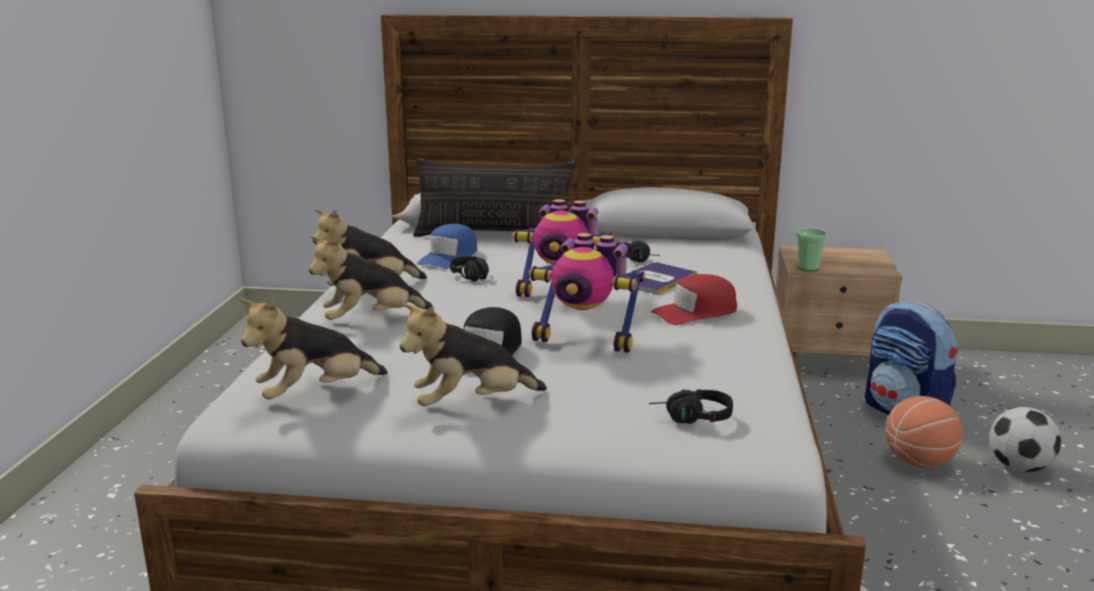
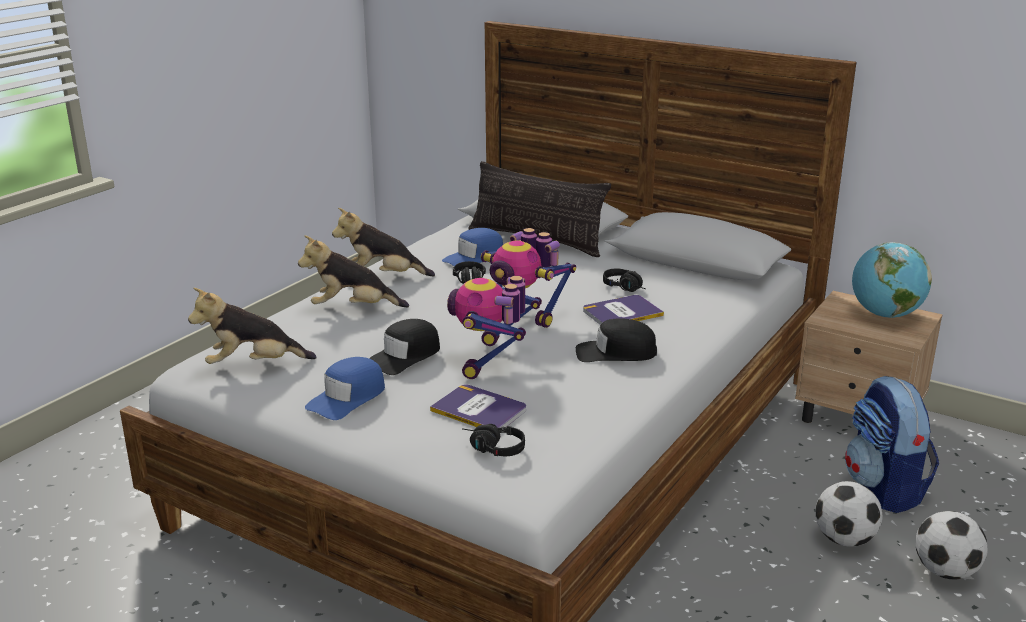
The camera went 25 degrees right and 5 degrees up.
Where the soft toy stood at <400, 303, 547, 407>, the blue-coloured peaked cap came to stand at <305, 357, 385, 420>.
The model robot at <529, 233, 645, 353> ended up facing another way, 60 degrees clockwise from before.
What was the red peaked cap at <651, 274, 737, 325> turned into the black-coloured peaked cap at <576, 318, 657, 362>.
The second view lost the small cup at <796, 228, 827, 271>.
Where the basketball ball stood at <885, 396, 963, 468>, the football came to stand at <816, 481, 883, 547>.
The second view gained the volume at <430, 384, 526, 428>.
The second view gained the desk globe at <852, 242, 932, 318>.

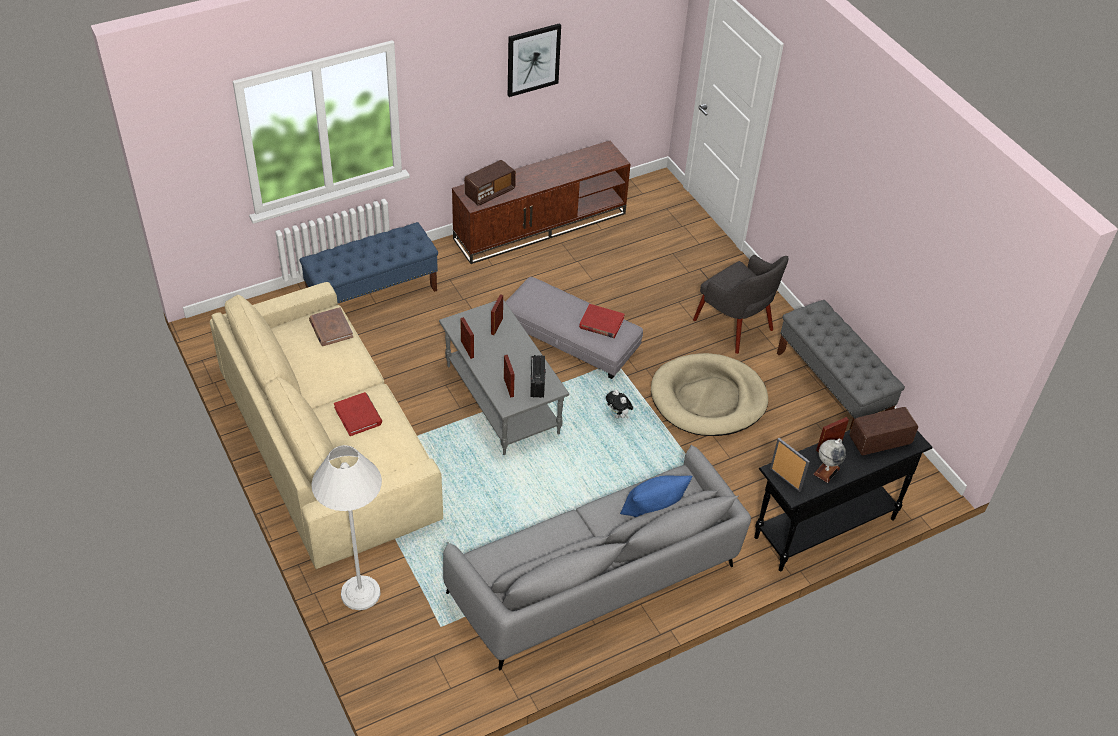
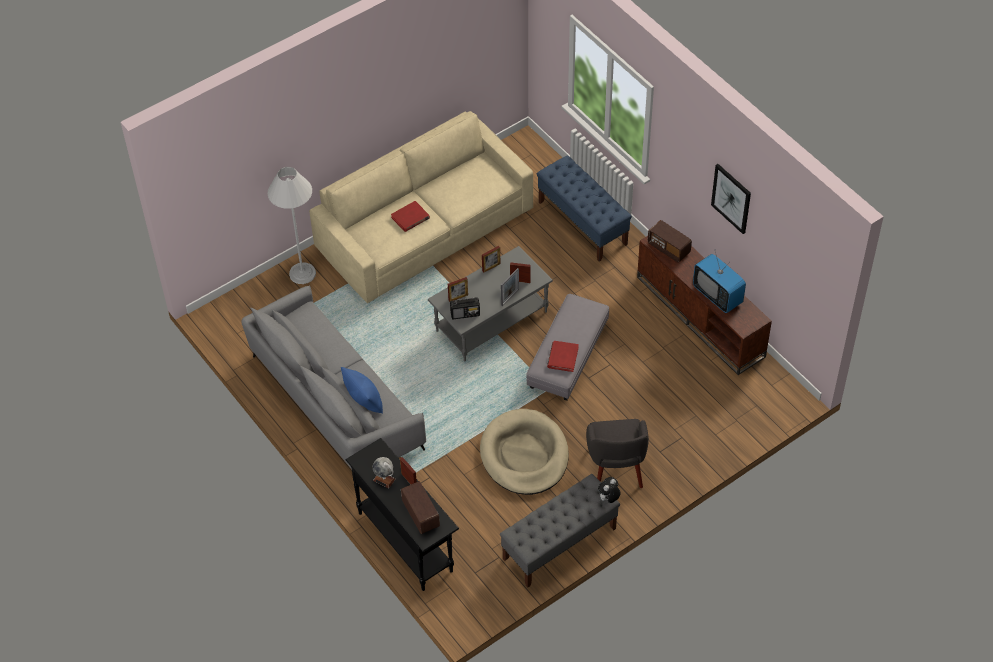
The camera went 85 degrees right and 5 degrees up.
The second view lost the brown volume at <309, 307, 353, 346>.
The soft toy ended up elsewhere, having gone from <606, 390, 633, 419> to <598, 477, 620, 503>.
The greyish lounge chair at <693, 255, 789, 354> ended up facing another way, 45 degrees counterclockwise from before.
The picture frame ended up elsewhere, having gone from <770, 438, 810, 492> to <501, 268, 519, 306>.
The second view gained the television at <693, 249, 746, 313>.

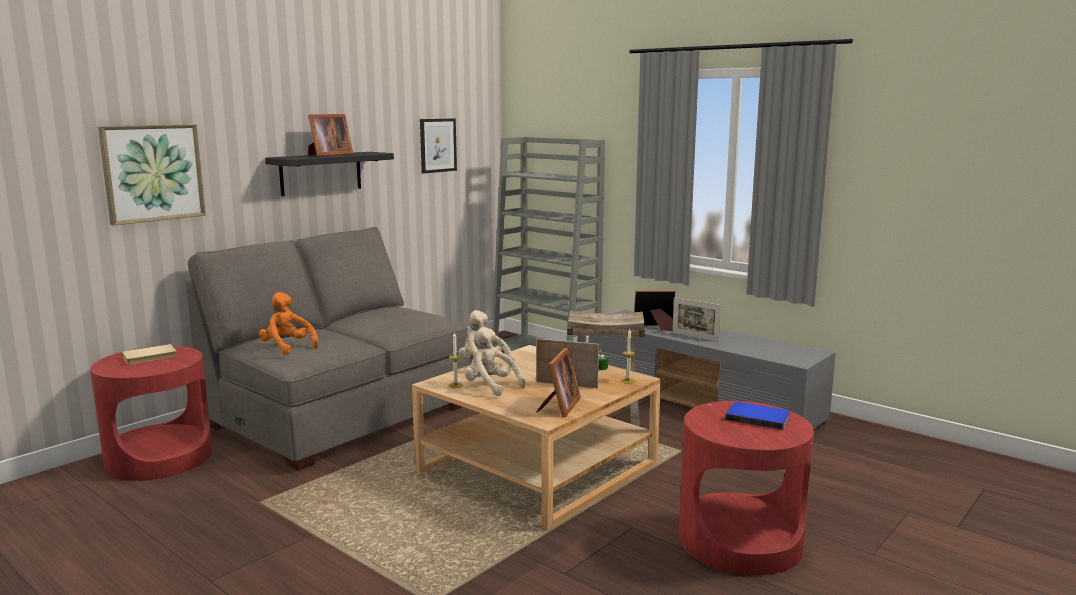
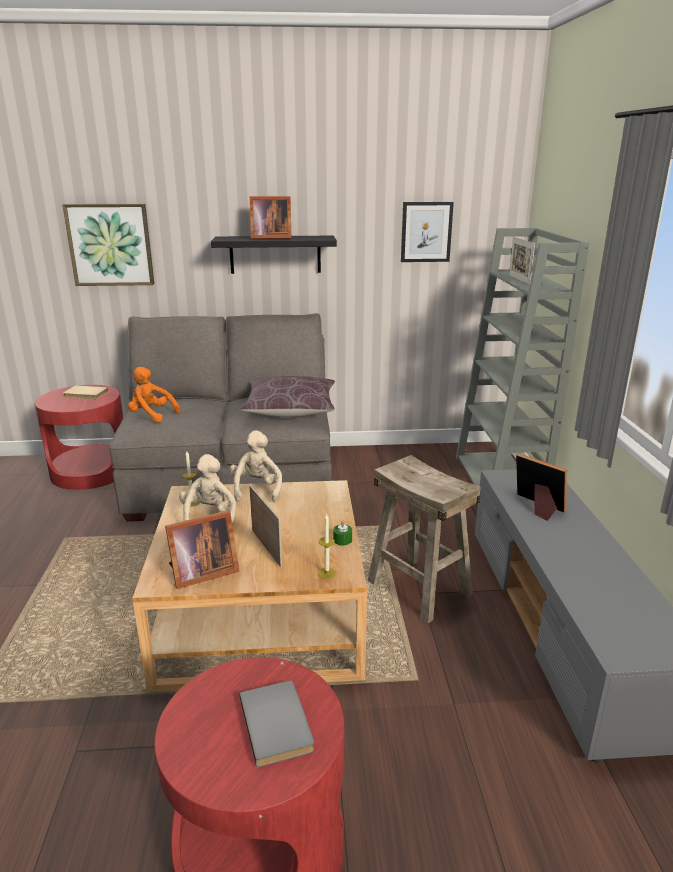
The camera went 45 degrees right and 10 degrees up.
The orange-coloured soft toy at <259, 292, 319, 355> ended up facing another way, 60 degrees counterclockwise from before.
The picture frame ended up elsewhere, having gone from <672, 297, 721, 342> to <509, 237, 535, 285>.
What was the blue-coloured volume at <725, 402, 790, 430> turned into the greyish volume at <239, 680, 314, 768>.
The second view gained the brown throw pillow at <239, 376, 335, 417>.

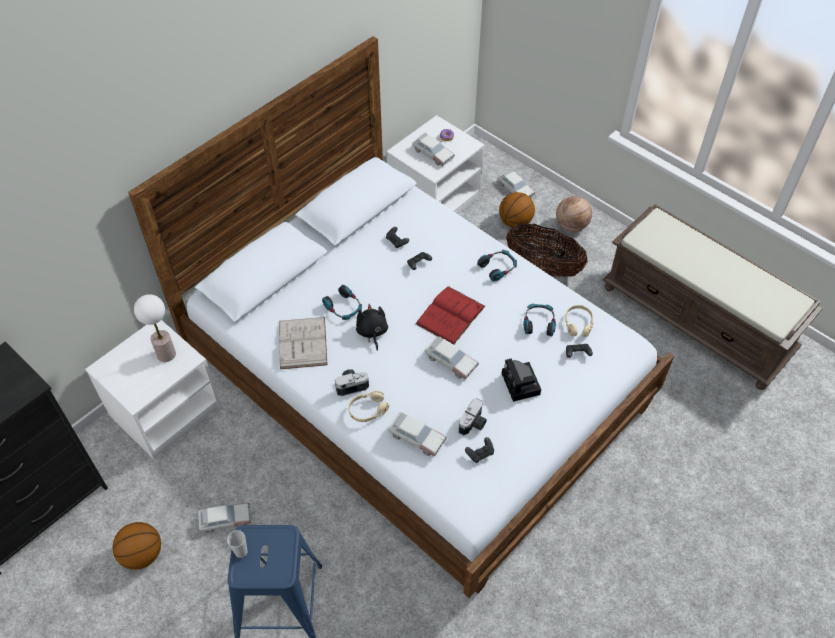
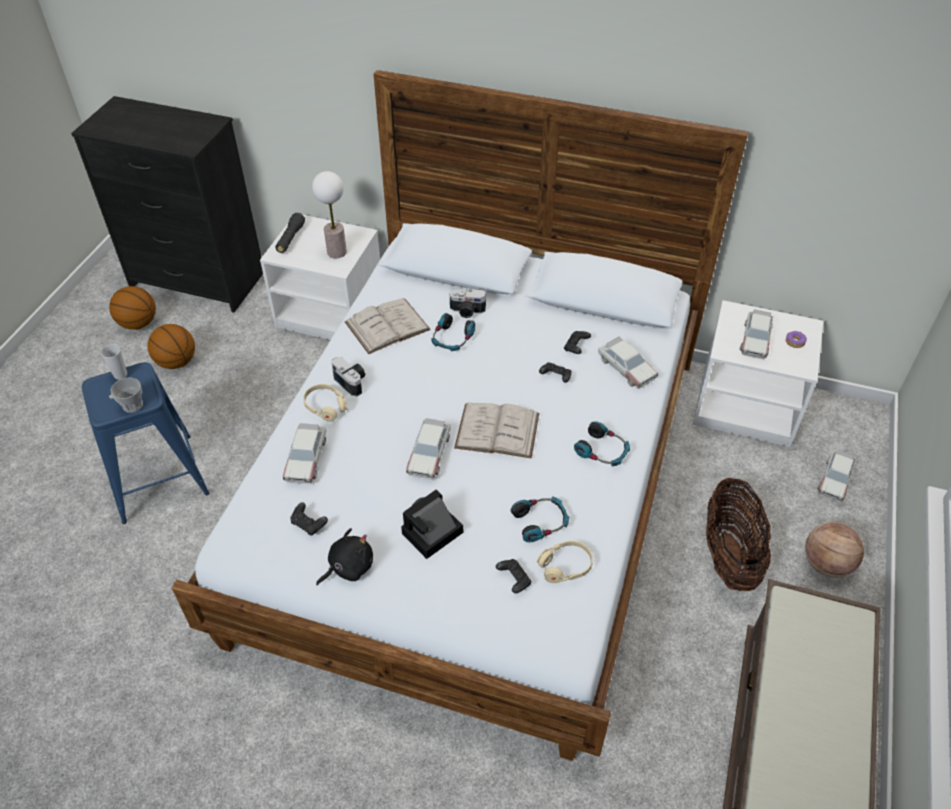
The camera went 65 degrees right and 5 degrees down.
The miniature car ended up elsewhere, having gone from <198, 503, 251, 533> to <598, 336, 658, 389>.
The black-coloured soft toy ended up elsewhere, having gone from <356, 304, 388, 351> to <316, 528, 373, 585>.
What was the red volume at <415, 286, 486, 345> turned into the white volume at <454, 403, 539, 459>.
The photo camera ended up elsewhere, having gone from <459, 398, 487, 436> to <450, 289, 486, 318>.
The basketball ball ended up elsewhere, having gone from <499, 192, 535, 227> to <109, 286, 156, 330>.
The second view gained the small cup at <110, 377, 143, 413>.
The second view gained the black-coloured hand torch at <276, 213, 305, 253>.

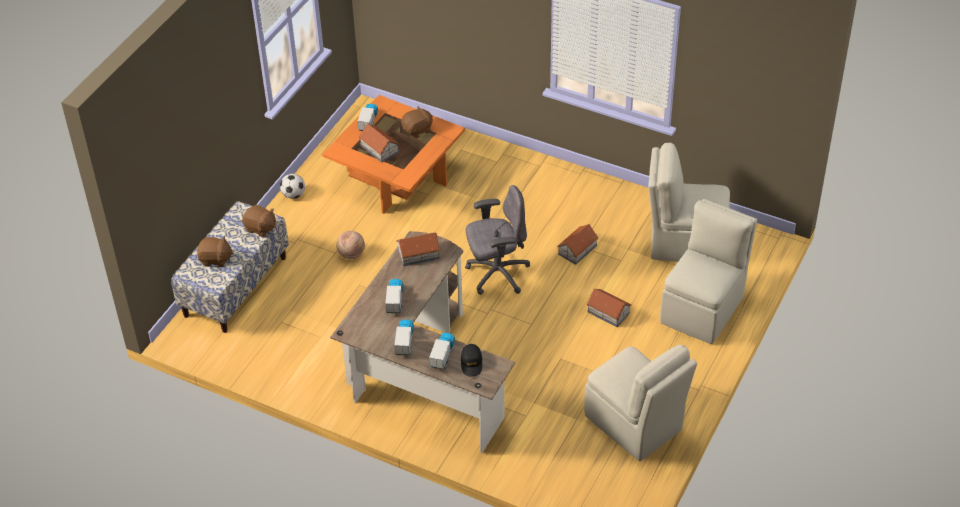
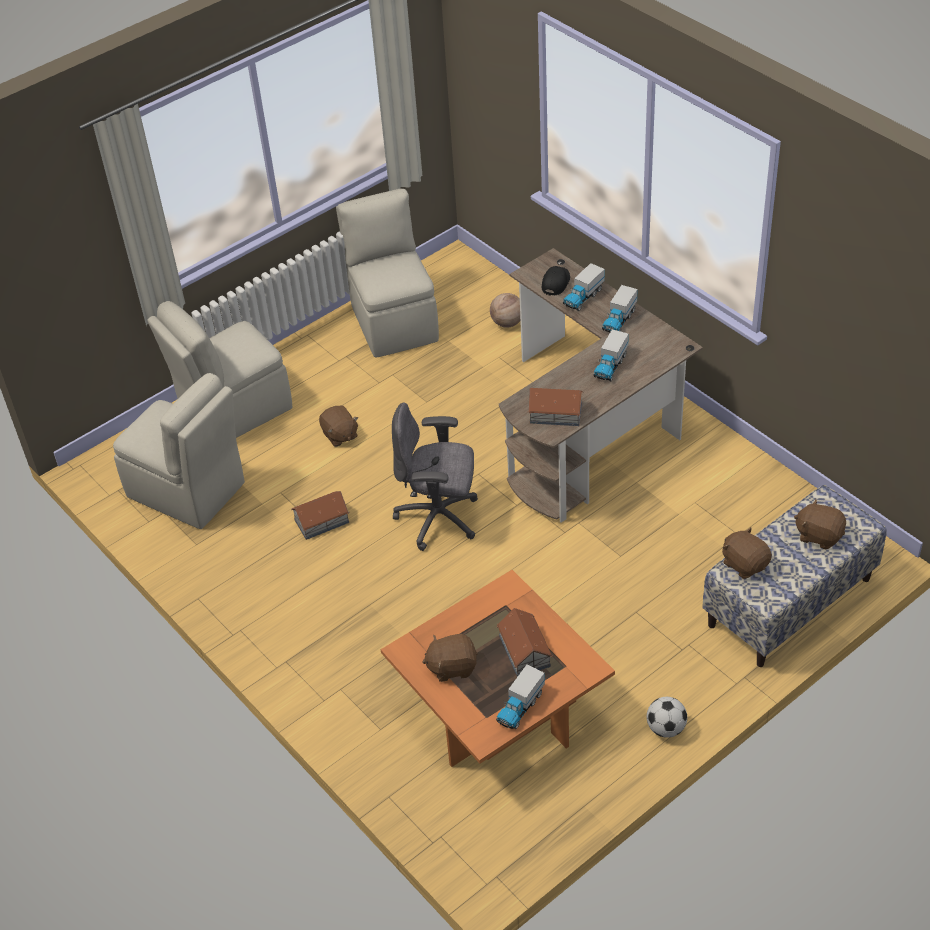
The camera went 155 degrees left and 0 degrees up.
The basketball ball ended up elsewhere, having gone from <336, 231, 365, 259> to <490, 293, 520, 328>.
Where the model house stood at <586, 289, 632, 327>, the brown soft toy came to stand at <319, 406, 358, 447>.

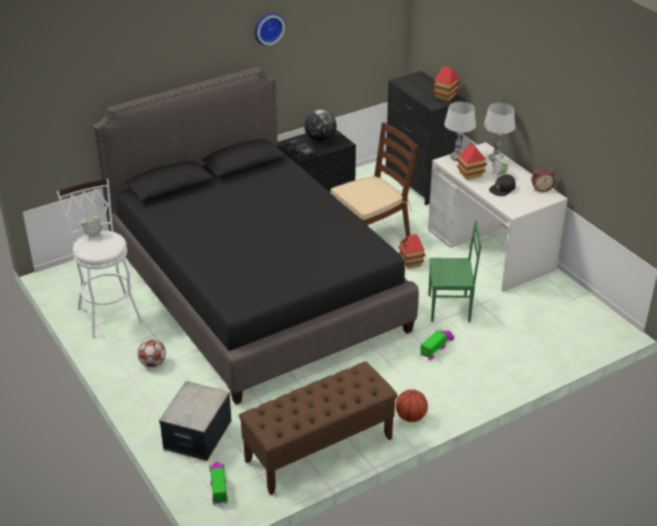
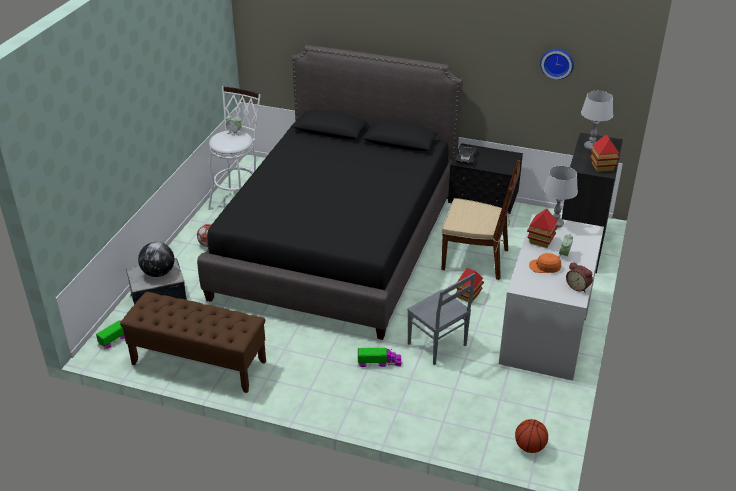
The camera went 50 degrees right and 0 degrees up.
The clock on the wall ended up elsewhere, having gone from <255, 13, 285, 46> to <540, 49, 574, 80>.
The desk globe ended up elsewhere, having gone from <304, 110, 337, 142> to <138, 242, 174, 277>.
The basketball ball ended up elsewhere, having gone from <396, 389, 428, 422> to <515, 419, 548, 453>.
What was the greenish upright chair at <428, 220, 481, 322> turned into the greyish upright chair at <407, 273, 475, 365>.
The greyish lamp for a table ended up elsewhere, having gone from <484, 103, 516, 162> to <581, 91, 613, 150>.
What was the black-coloured peaked cap at <489, 175, 516, 196> turned into the orange-coloured peaked cap at <529, 253, 561, 273>.

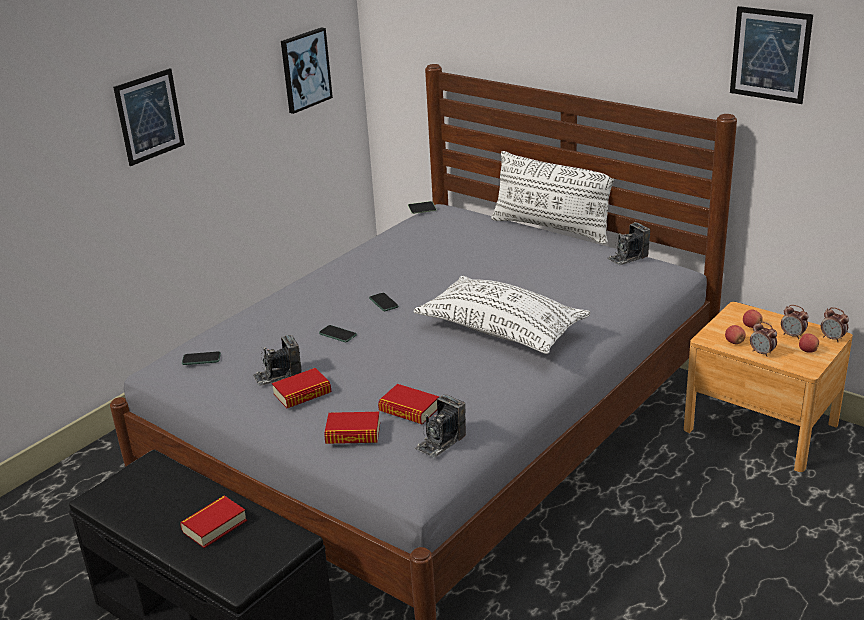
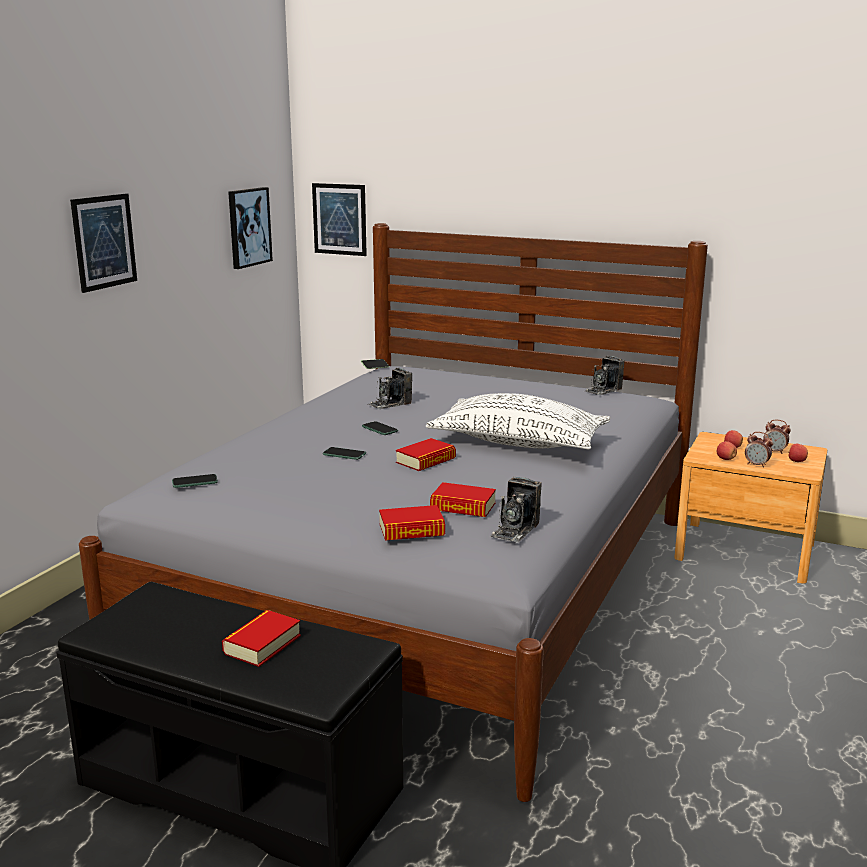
The camera went 15 degrees left and 10 degrees down.
The photo camera ended up elsewhere, having gone from <253, 335, 301, 386> to <367, 368, 412, 409>.
The volume ended up elsewhere, having gone from <272, 368, 331, 408> to <396, 438, 456, 471>.
The second view lost the white throw pillow at <491, 151, 615, 244>.
The wall art ended up elsewhere, having gone from <730, 6, 813, 104> to <312, 183, 367, 256>.
The second view lost the table clock at <821, 307, 849, 342>.

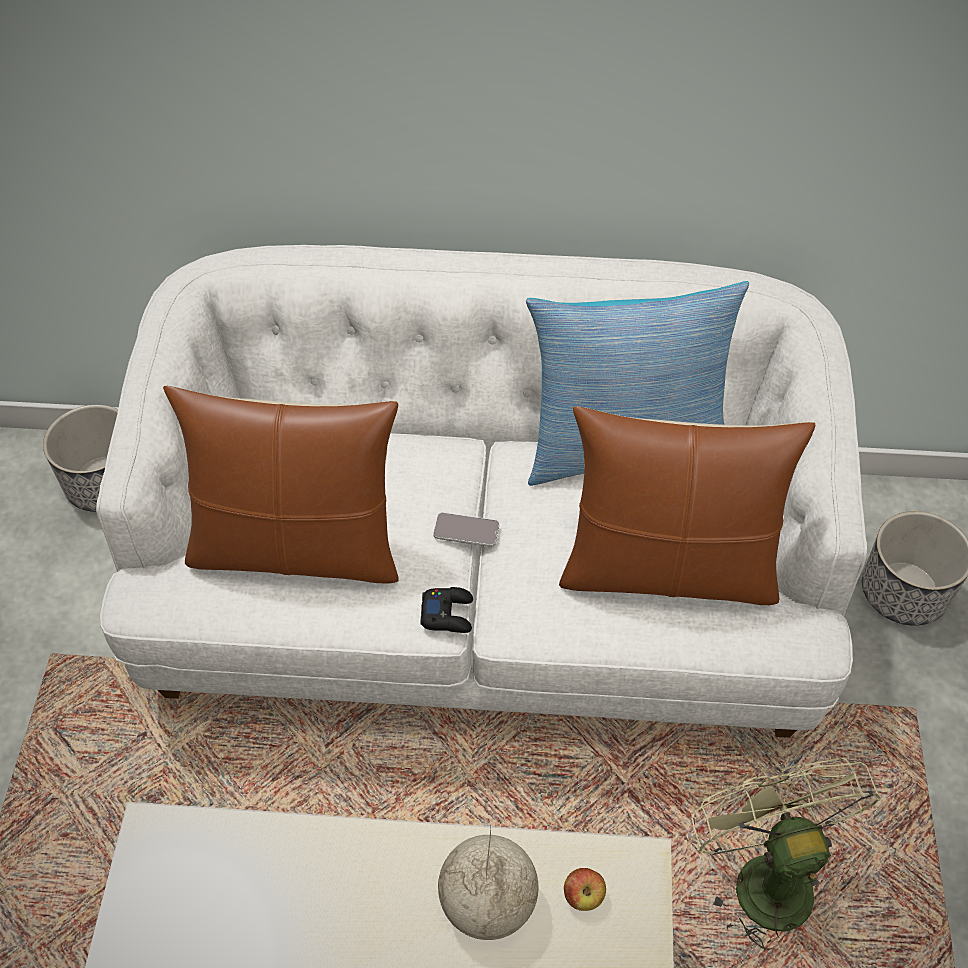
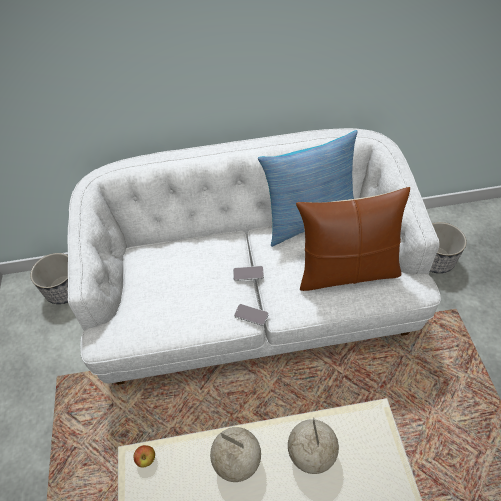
The camera went 10 degrees left and 0 degrees up.
The second view lost the brown throw pillow at <163, 386, 398, 584>.
Where the black-coloured joypad stood at <420, 587, 473, 633>, the handset came to stand at <234, 304, 268, 326>.
The apple ended up elsewhere, having gone from <564, 868, 606, 911> to <134, 445, 155, 468>.
The second view lost the greenish electric fan at <691, 758, 881, 950>.
The second view gained the desk globe at <210, 427, 261, 482>.

